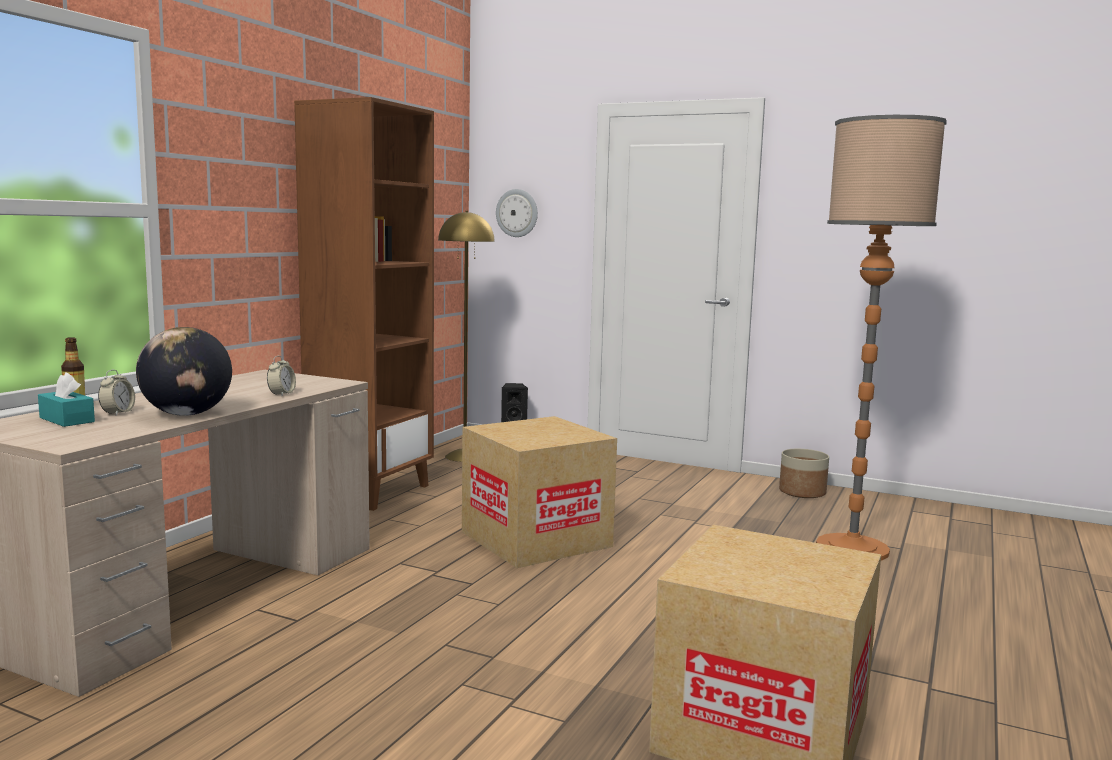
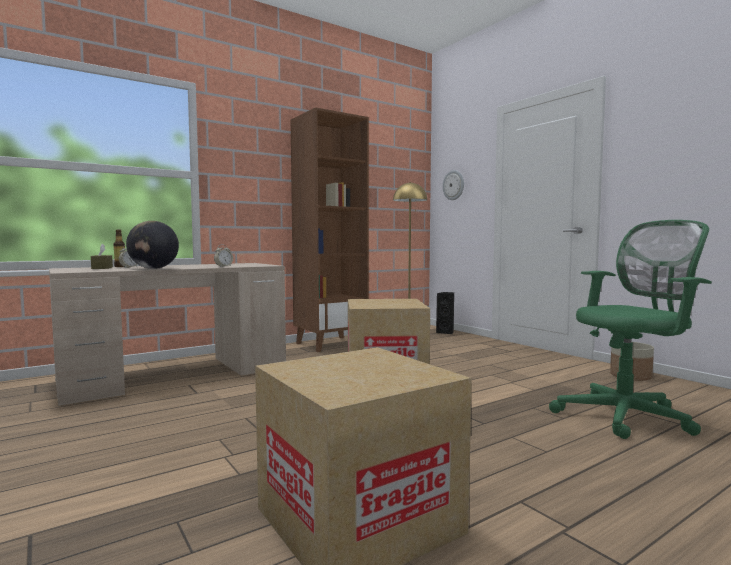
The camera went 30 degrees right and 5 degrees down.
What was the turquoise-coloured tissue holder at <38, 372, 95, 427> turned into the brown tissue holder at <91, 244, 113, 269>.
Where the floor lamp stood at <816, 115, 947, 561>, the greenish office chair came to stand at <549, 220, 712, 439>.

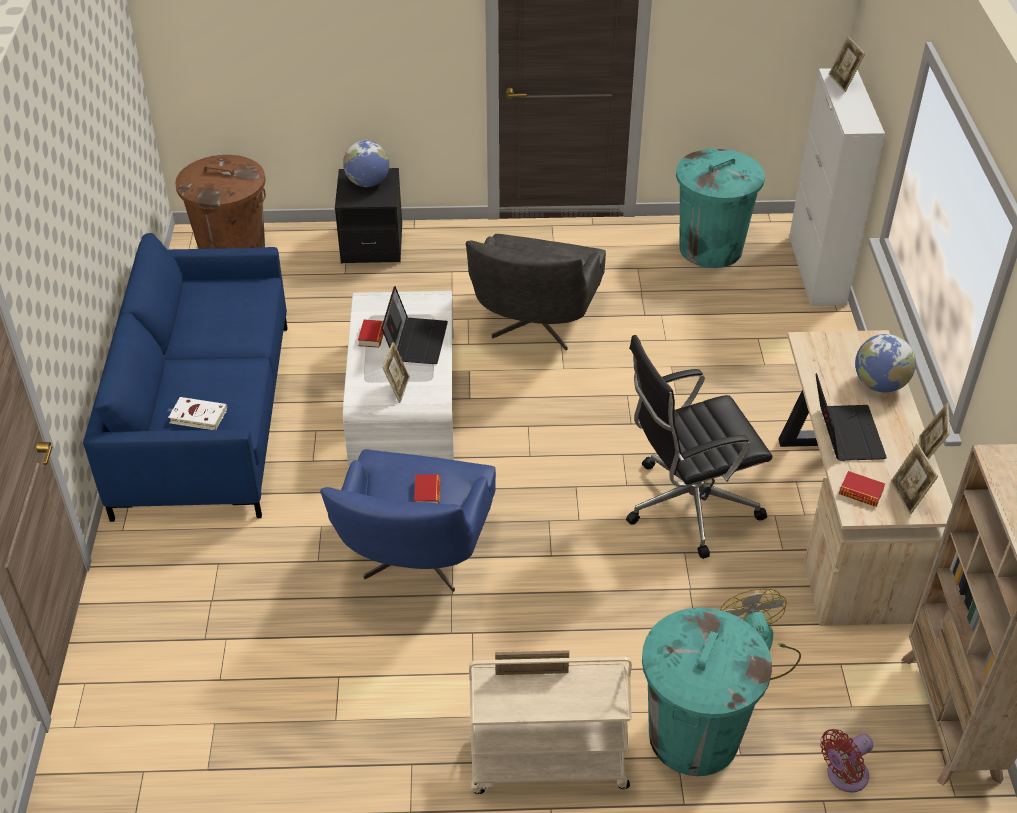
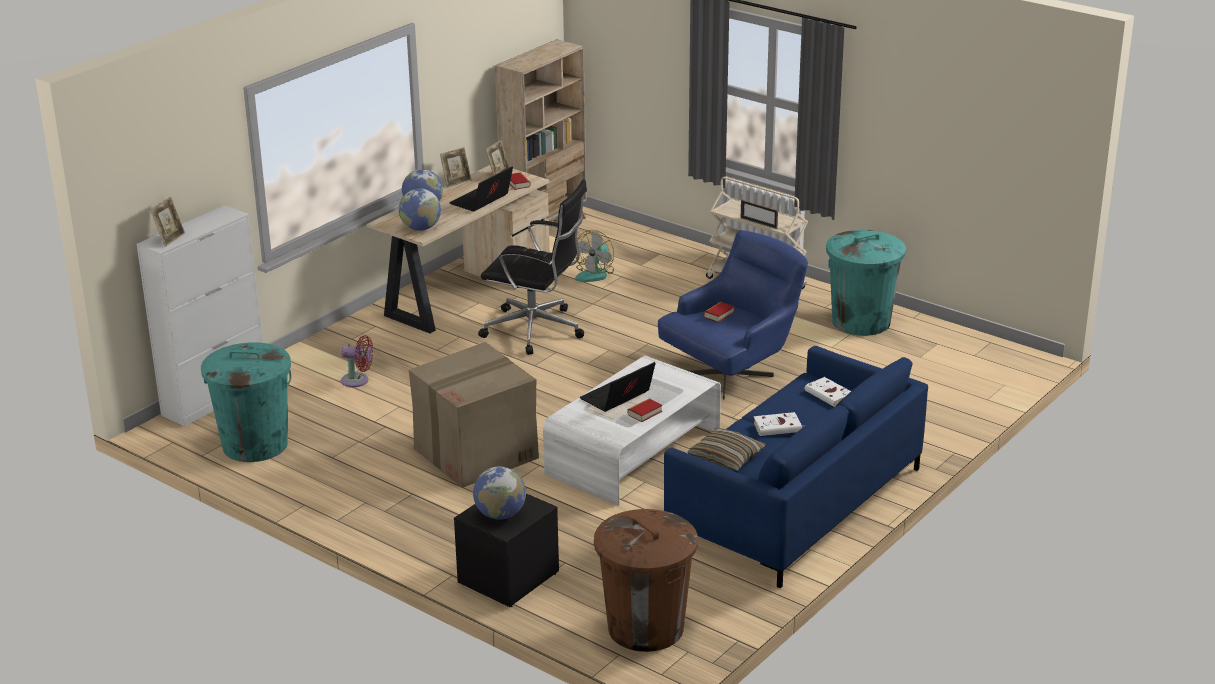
The camera went 140 degrees left and 15 degrees down.
The second view lost the picture frame at <382, 342, 410, 403>.
Where the greyish lounge chair stood at <466, 234, 606, 350>, the cardboard box came to stand at <409, 342, 539, 488>.
The turquoise-coloured rubbish bin ended up elsewhere, having gone from <642, 608, 772, 776> to <826, 230, 906, 336>.
The red electric fan ended up elsewhere, having gone from <820, 729, 874, 793> to <341, 335, 373, 387>.
The second view gained the desk globe at <399, 188, 441, 231>.
The second view gained the throw pillow at <687, 428, 767, 471>.
The second view gained the white volume at <753, 412, 806, 436>.

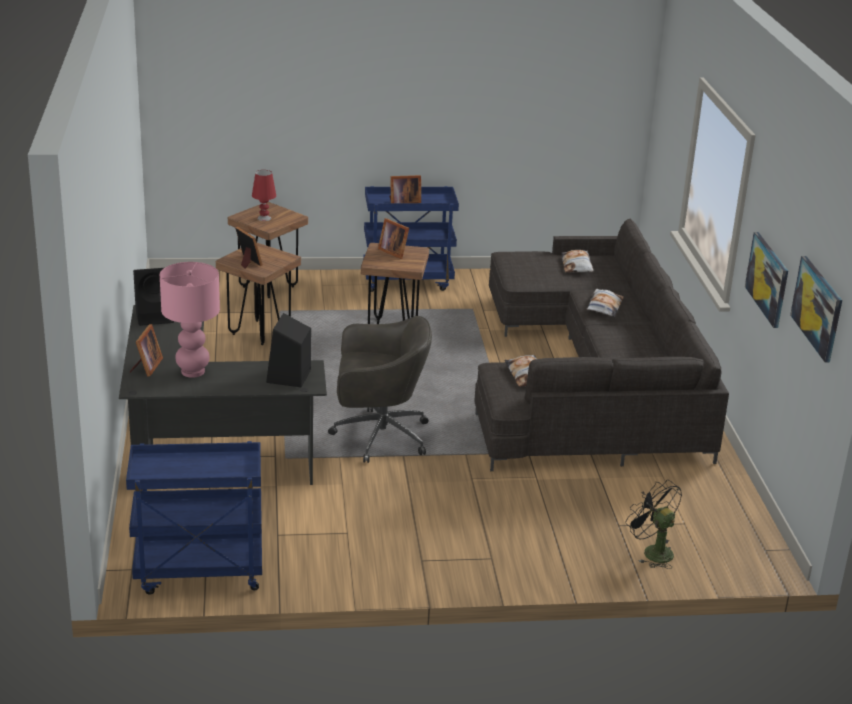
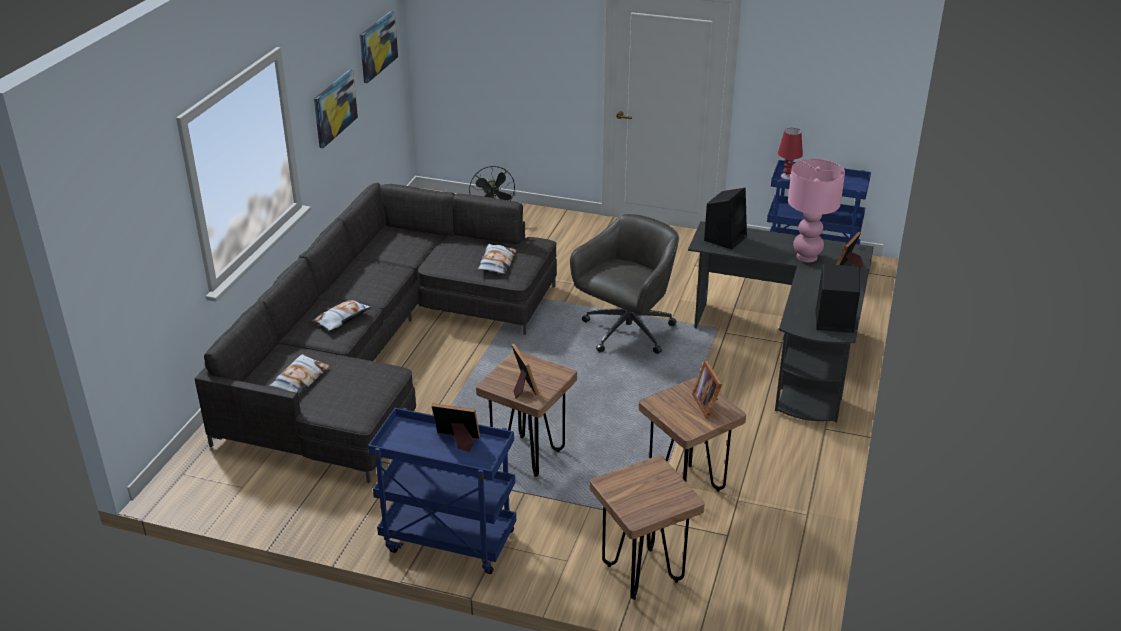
The camera went 155 degrees left and 5 degrees up.
The red lamp for a table ended up elsewhere, having gone from <252, 170, 276, 221> to <778, 128, 803, 180>.
The greyish office chair at <328, 316, 432, 463> ended up facing another way, 105 degrees clockwise from before.

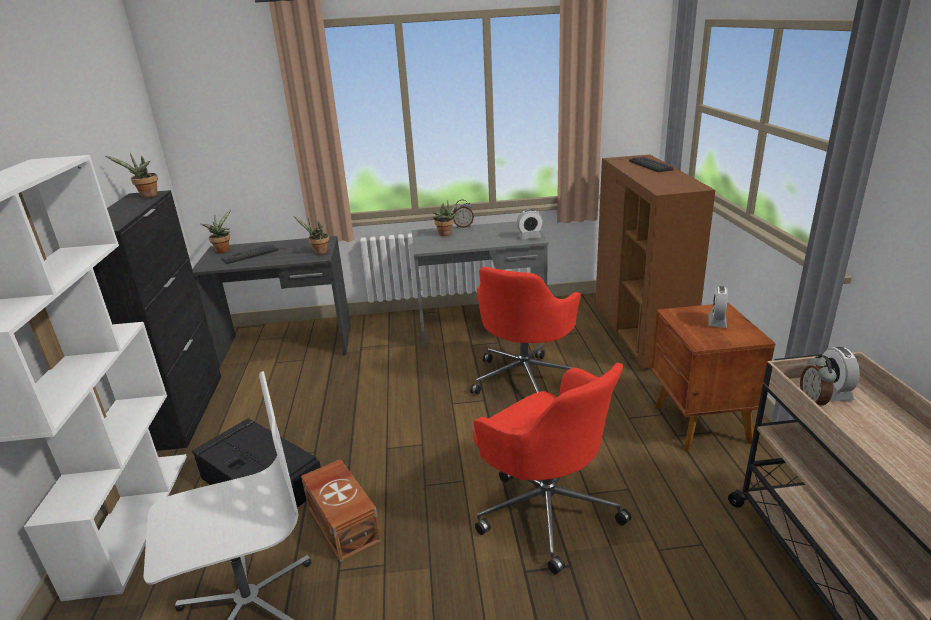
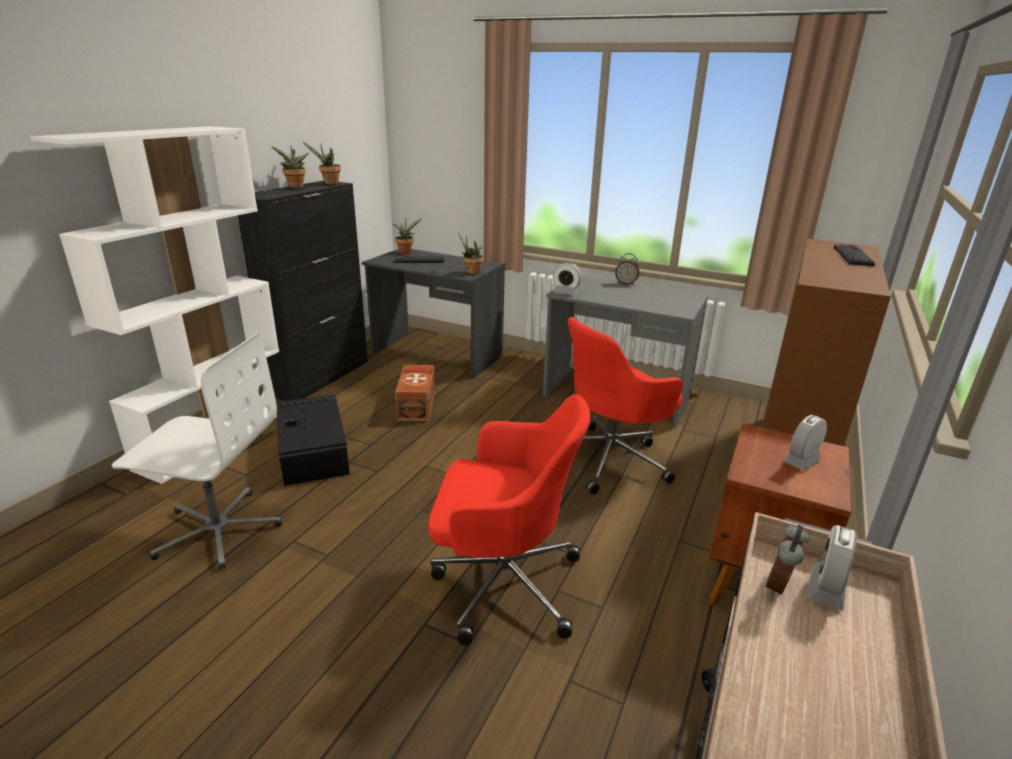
The camera went 30 degrees right and 0 degrees up.
The brown storage box ended up elsewhere, having gone from <301, 459, 381, 562> to <395, 365, 435, 421>.
The houseplant ended up elsewhere, having gone from <433, 201, 457, 236> to <271, 145, 309, 188>.
The red office chair at <473, 363, 631, 574> ended up facing another way, 75 degrees counterclockwise from before.
The table clock ended up elsewhere, having gone from <516, 209, 543, 240> to <553, 262, 582, 295>.

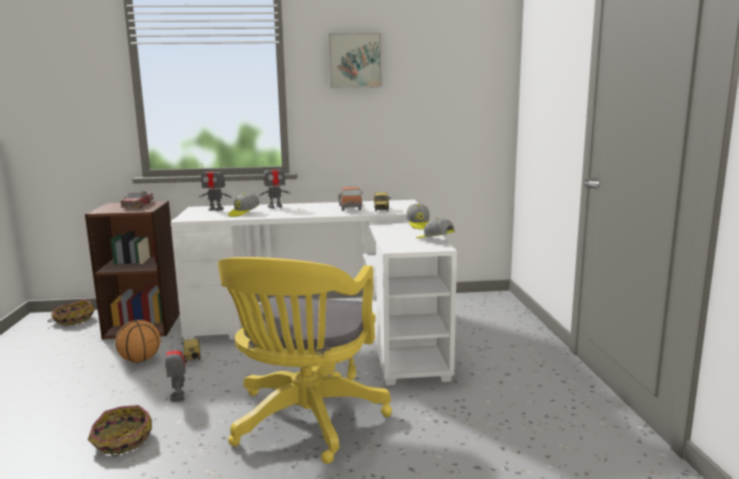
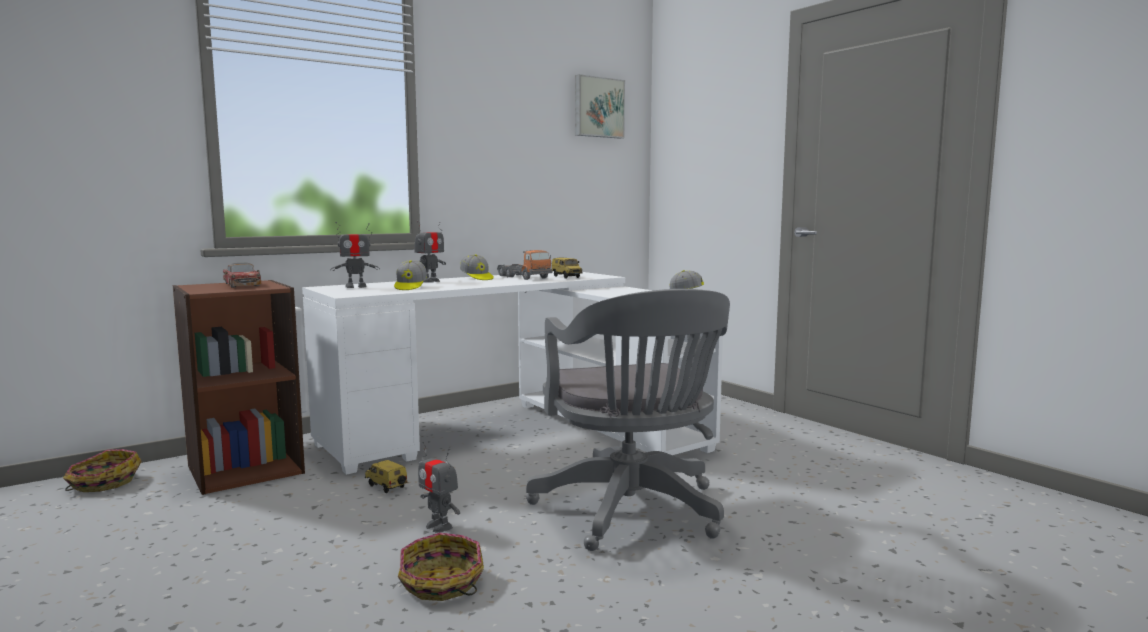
The camera went 30 degrees left and 5 degrees down.
The second view lost the basketball ball at <115, 320, 161, 362>.
What was the yellow-coloured office chair at <218, 257, 392, 464> turned into the greyish office chair at <526, 289, 730, 551>.
The wall art ended up elsewhere, having gone from <328, 33, 382, 88> to <575, 74, 625, 139>.
The peaked cap ended up elsewhere, having gone from <406, 204, 429, 229> to <460, 254, 494, 280>.

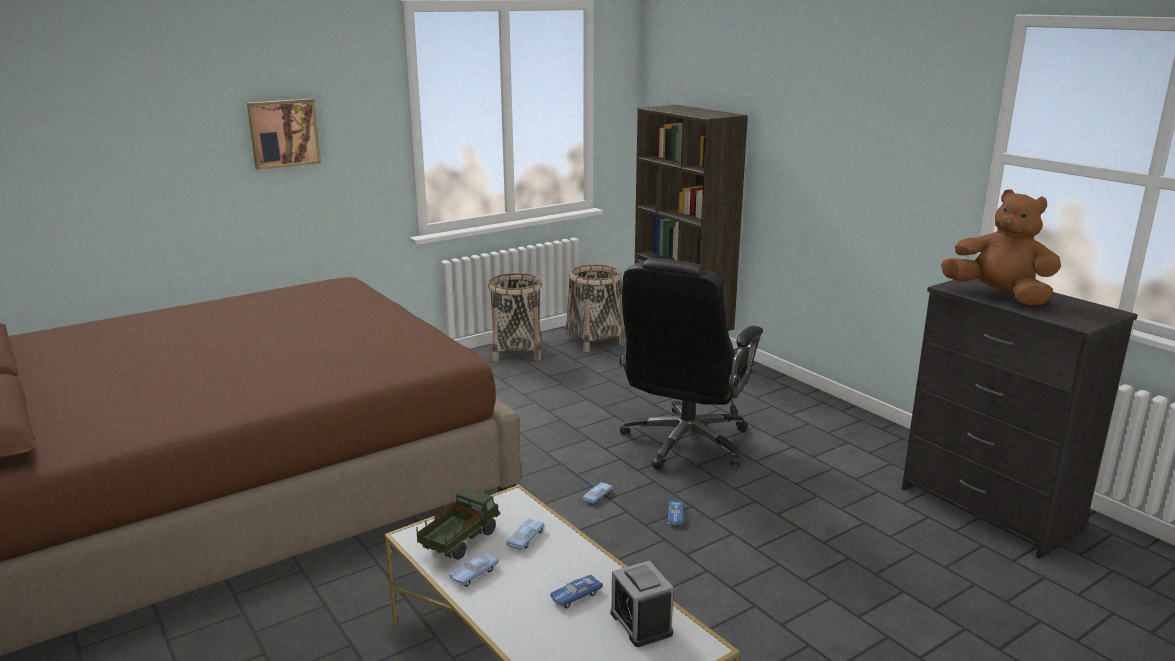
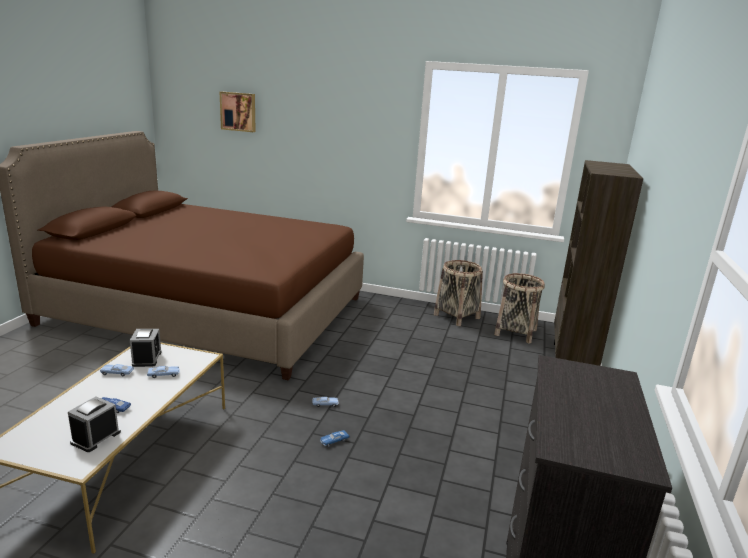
The camera went 50 degrees right and 0 degrees up.
The wall art ended up elsewhere, having gone from <247, 98, 321, 170> to <220, 92, 256, 132>.
Where the toy lorry stood at <416, 488, 500, 560>, the table clock came to stand at <130, 329, 162, 367>.
The second view lost the black-coloured office chair at <619, 258, 763, 470>.
The second view lost the brown soft toy at <941, 189, 1061, 305>.

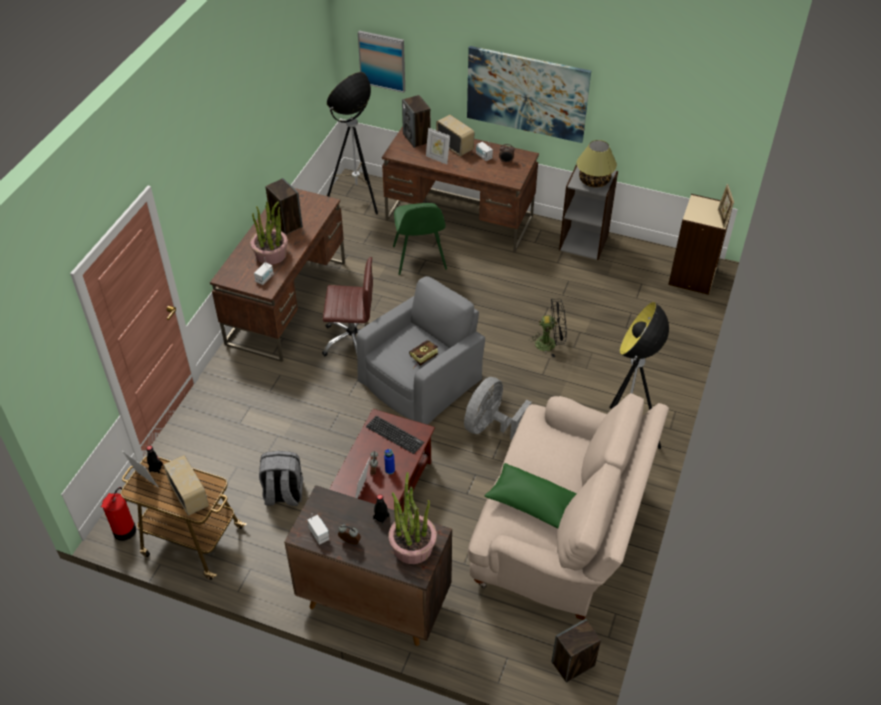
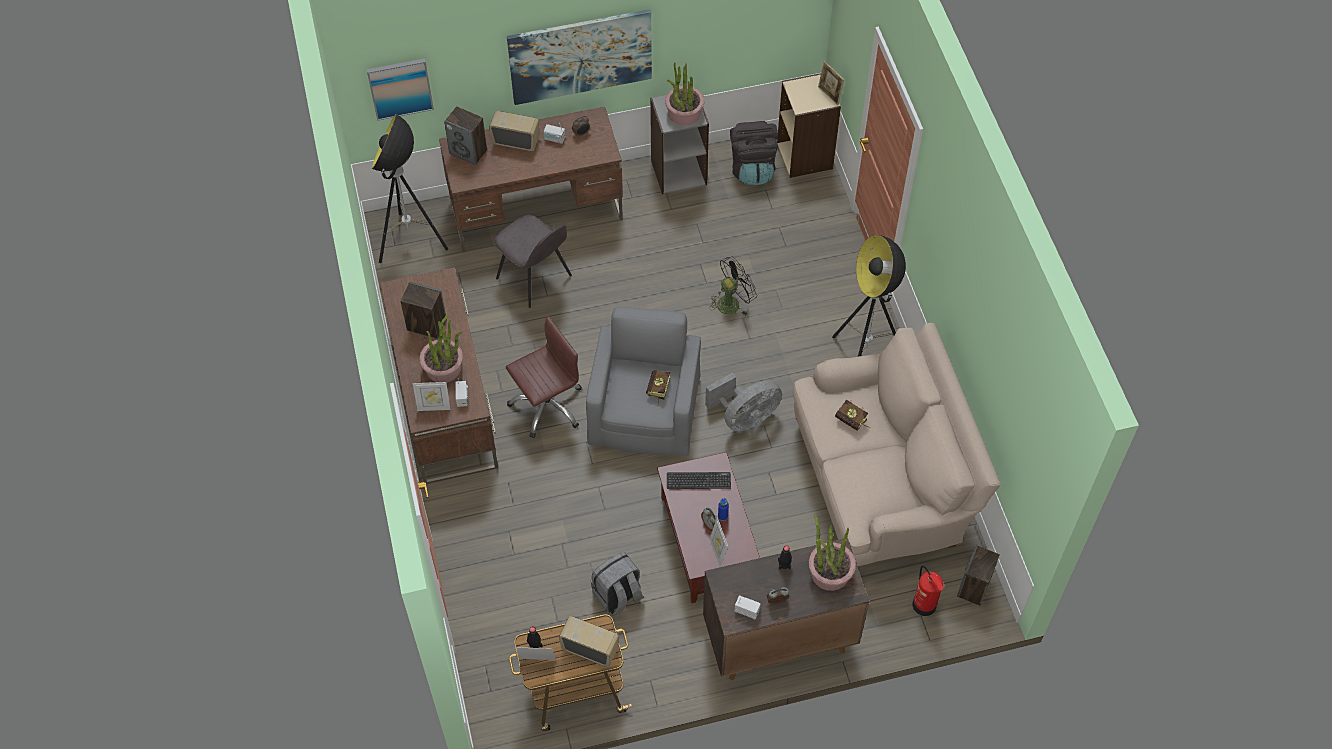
The camera went 35 degrees left and 10 degrees up.
The extinguisher ended up elsewhere, having gone from <101, 487, 136, 541> to <913, 565, 944, 616>.
What was the greenish upright chair at <393, 203, 447, 275> turned into the greyish upright chair at <494, 214, 572, 308>.
The picture frame ended up elsewhere, having gone from <426, 127, 450, 165> to <413, 382, 451, 411>.
The greyish electric fan at <464, 377, 532, 440> ended up facing another way, 120 degrees counterclockwise from before.
The second view lost the greenish throw pillow at <485, 463, 576, 529>.
Where the lamp for a table stood at <577, 140, 617, 188>, the houseplant came to stand at <665, 62, 704, 125>.
The second view gained the black-coloured rucksack at <730, 121, 778, 185>.
The second view gained the volume at <835, 400, 870, 430>.

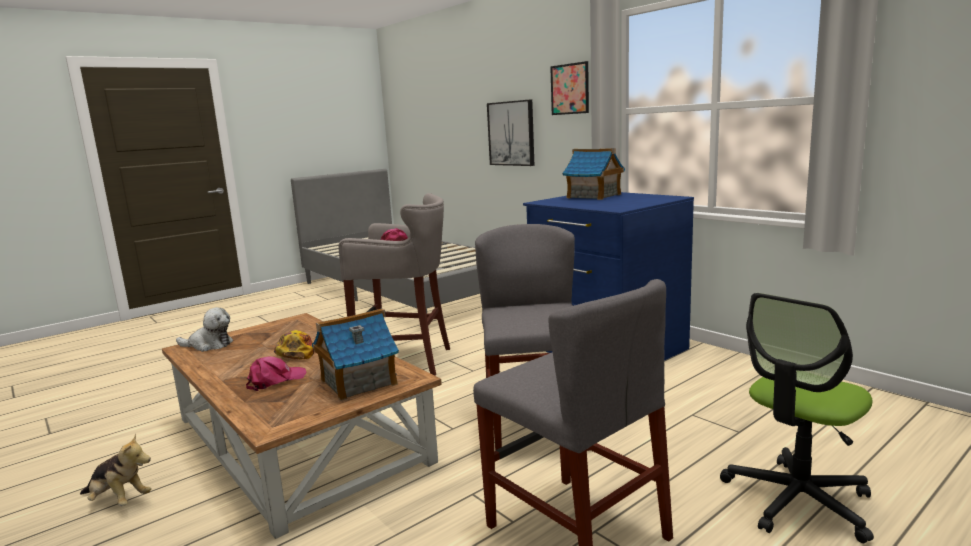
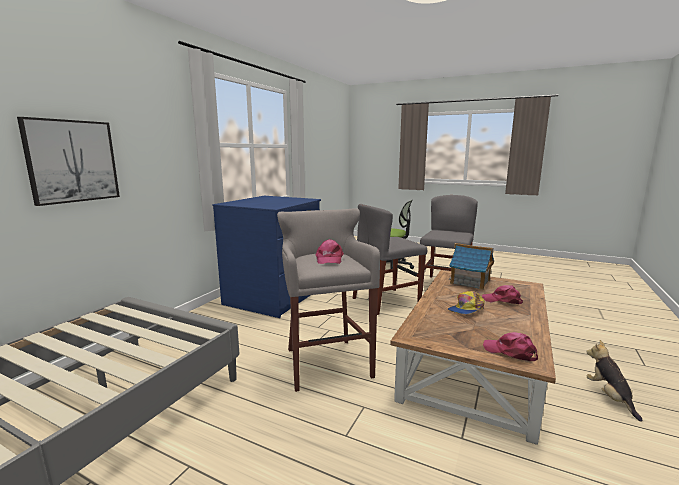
The camera went 115 degrees left and 0 degrees up.
Where the soft toy stood at <176, 307, 233, 352>, the pink-coloured peaked cap came to stand at <483, 332, 538, 361>.
The second view lost the wall art at <550, 61, 589, 115>.
The second view lost the model house at <562, 148, 625, 200>.

